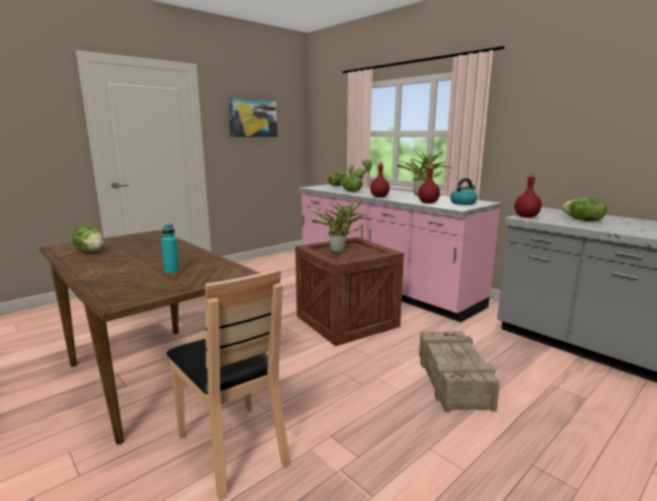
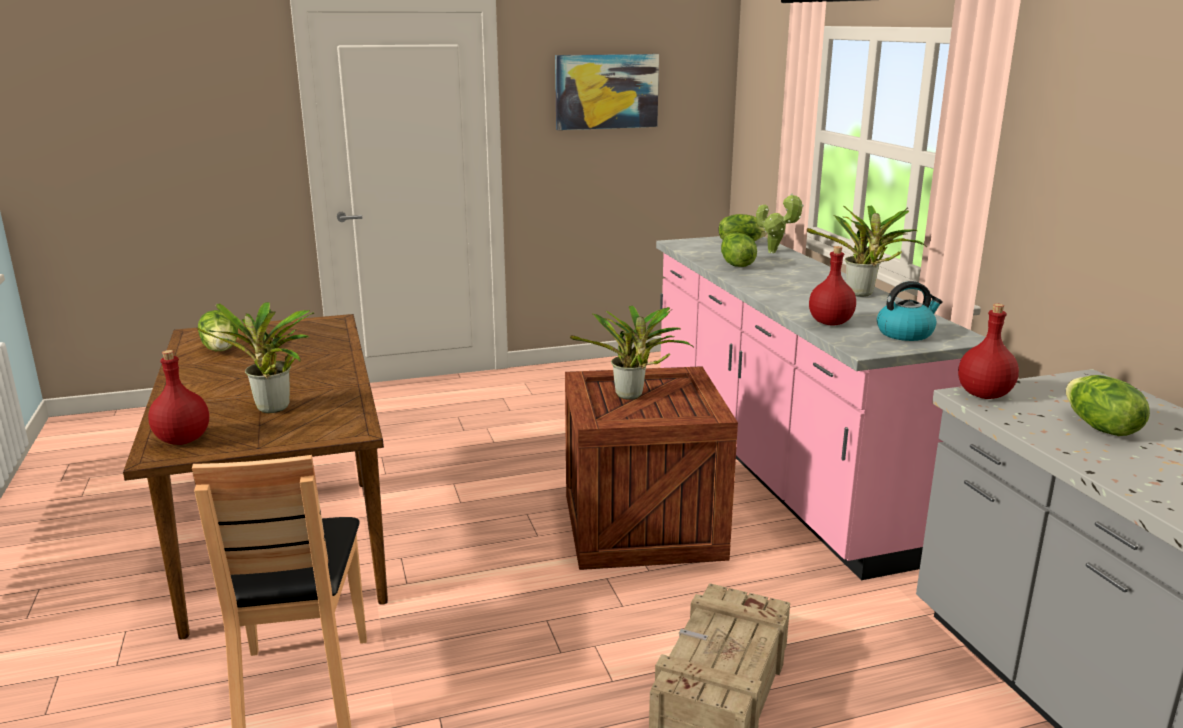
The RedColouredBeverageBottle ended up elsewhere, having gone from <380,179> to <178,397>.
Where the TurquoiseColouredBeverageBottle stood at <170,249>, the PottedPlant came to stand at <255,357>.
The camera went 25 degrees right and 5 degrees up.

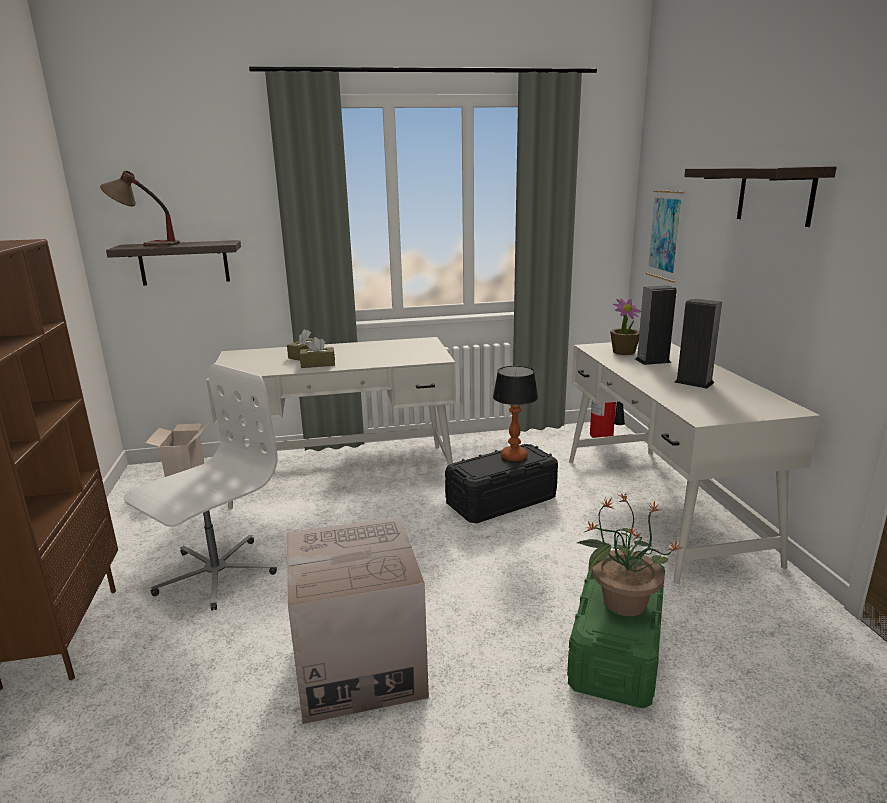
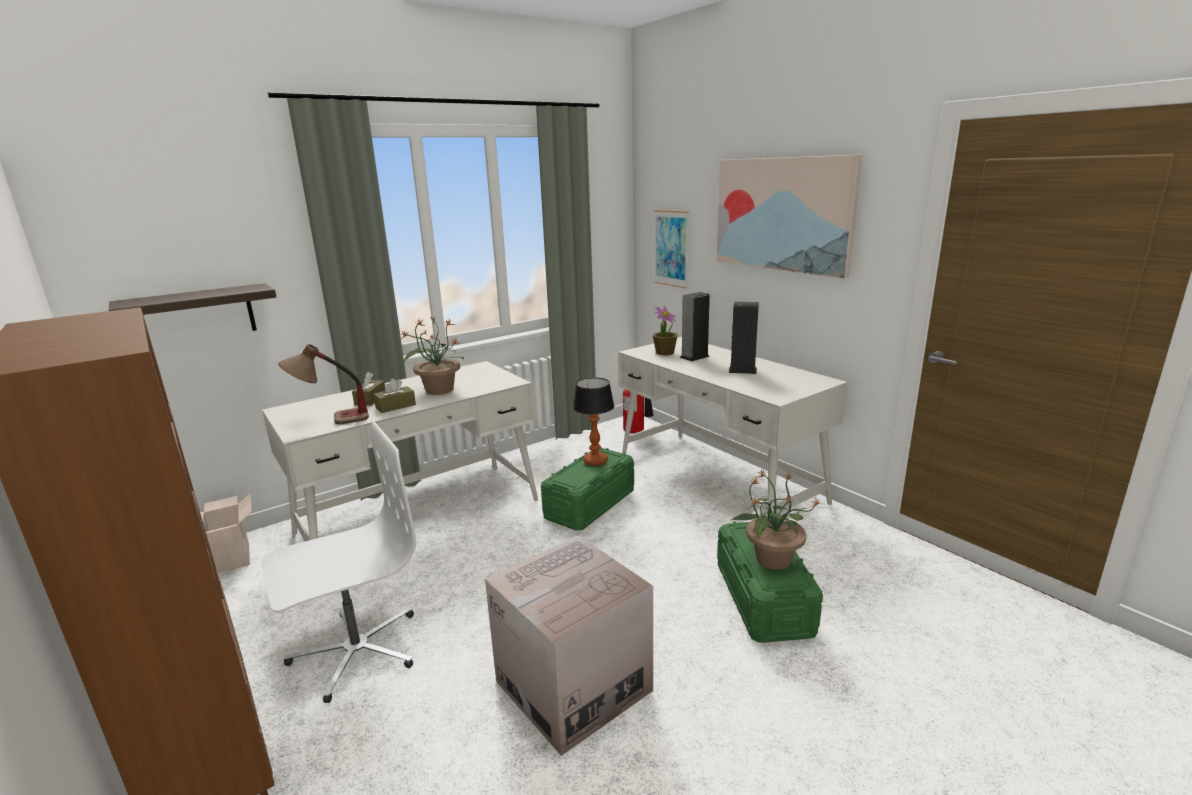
Where the BracketShelf hung at <760,197>, the Picture came to hang at <789,216>.
The TabletopLamp ended up elsewhere, having gone from <140,208> to <323,384>.
The WhiteColouredComputerChair at <201,487> ended up facing another way, 45 degrees clockwise from before.
What was the BlackStorageBox at <501,483> turned into the GreenColouredStorageBox at <587,489>.
The second view gained the PottedPlant at <432,355>.
The camera went 25 degrees left and 0 degrees up.

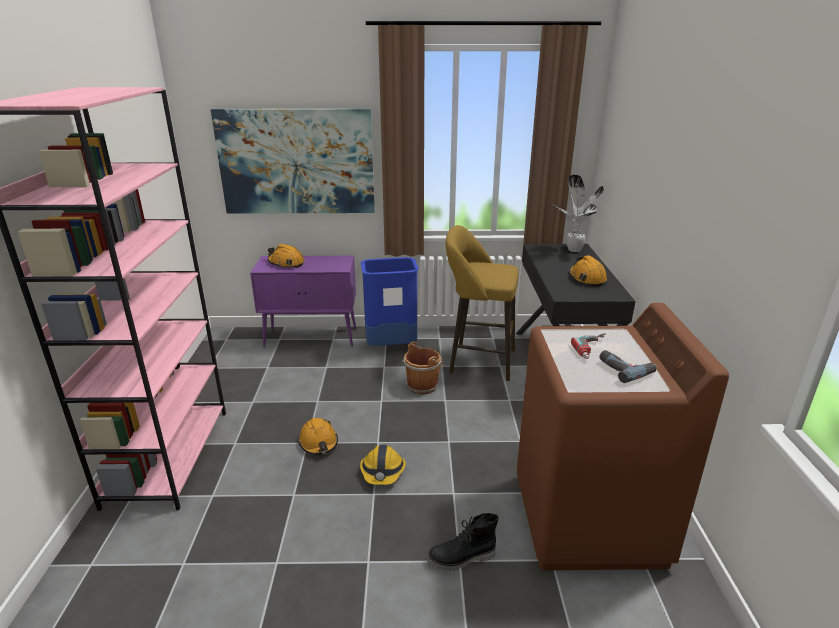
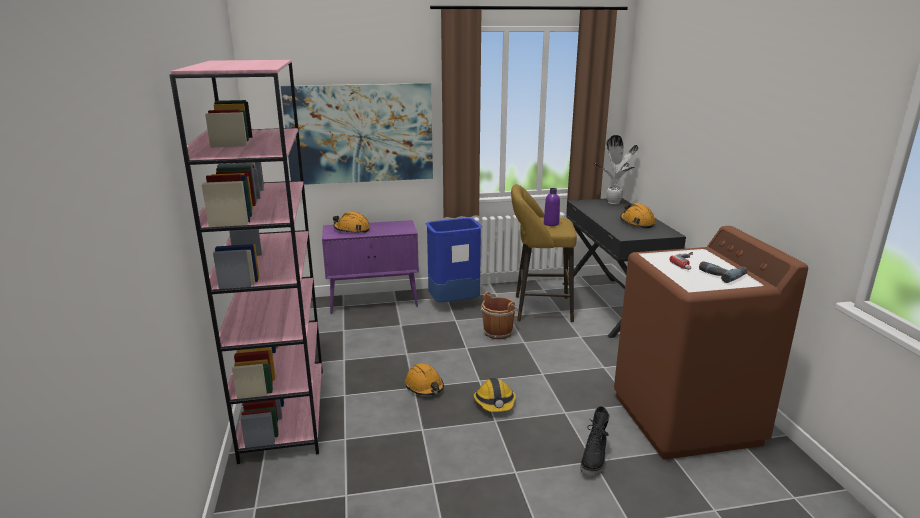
The BlackTallBoot at <463,542> ended up facing another way, 45 degrees counterclockwise from before.
The second view gained the PurpleColouredBeverageBottle at <552,207>.
The camera went 10 degrees left and 5 degrees down.

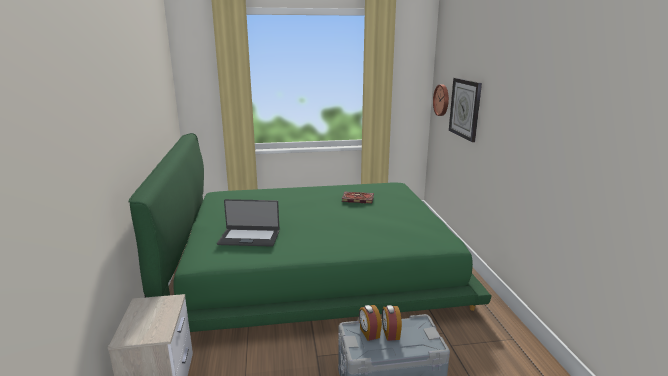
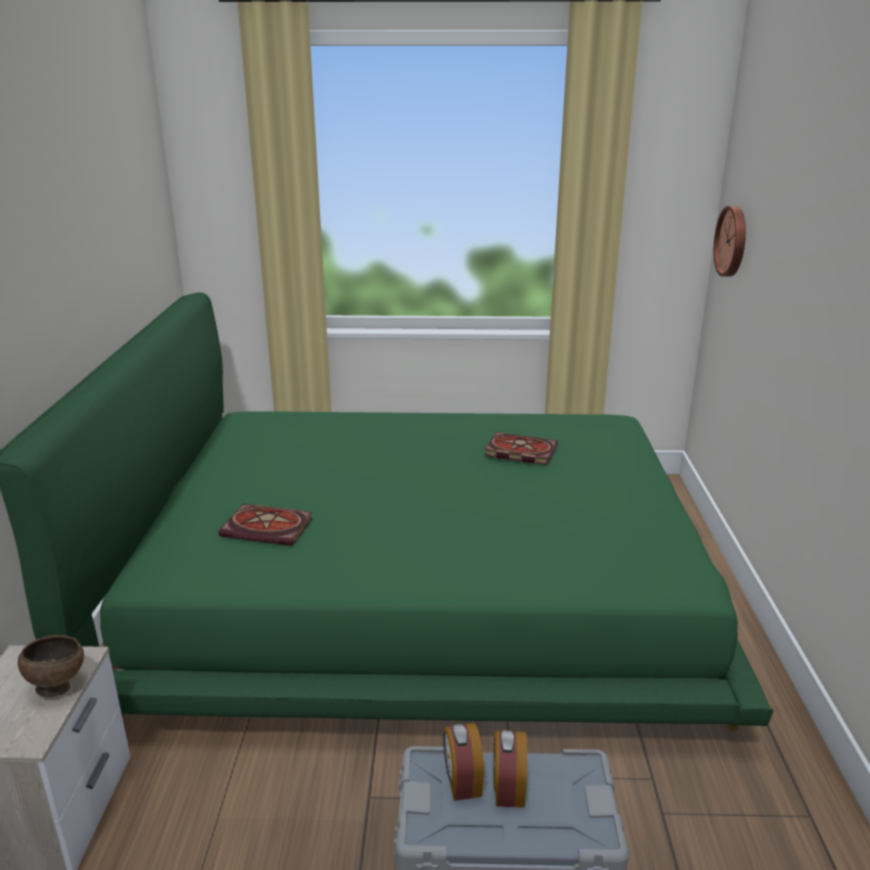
The second view lost the WallClock at <465,110>.
Where the Laptop stood at <248,223>, the Book came to stand at <265,525>.
The second view gained the BrownBowl at <51,666>.
The camera went 10 degrees right and 5 degrees up.

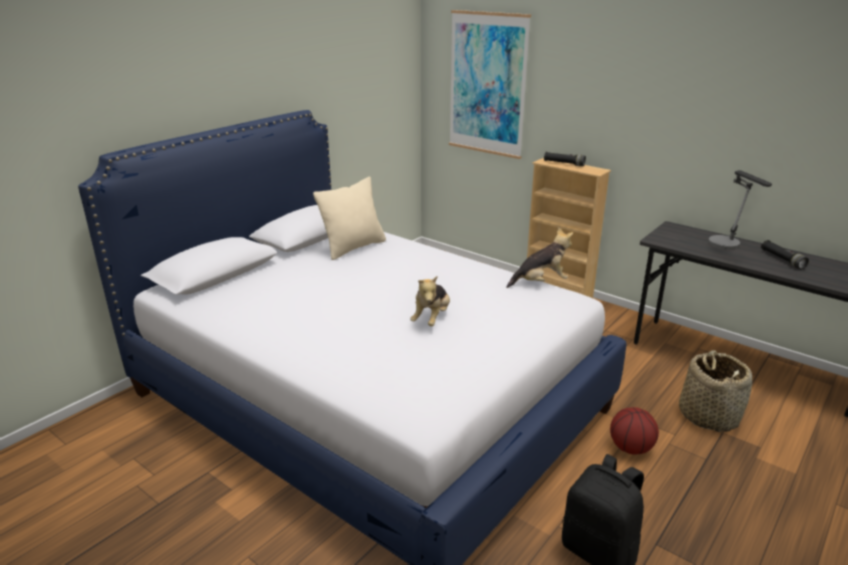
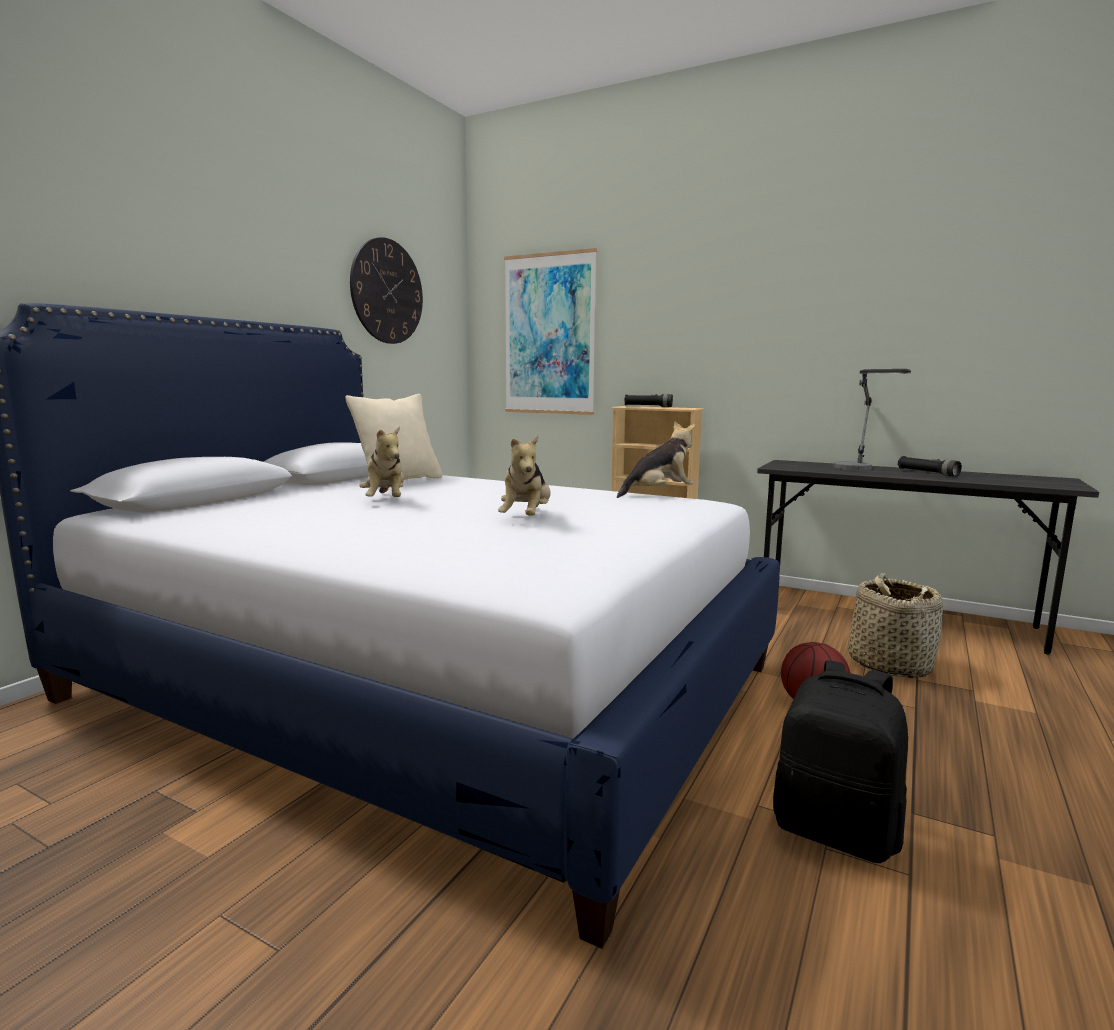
The second view gained the WallClock at <386,290>.
The second view gained the PlushToy at <381,461>.
The camera went 10 degrees left and 15 degrees down.

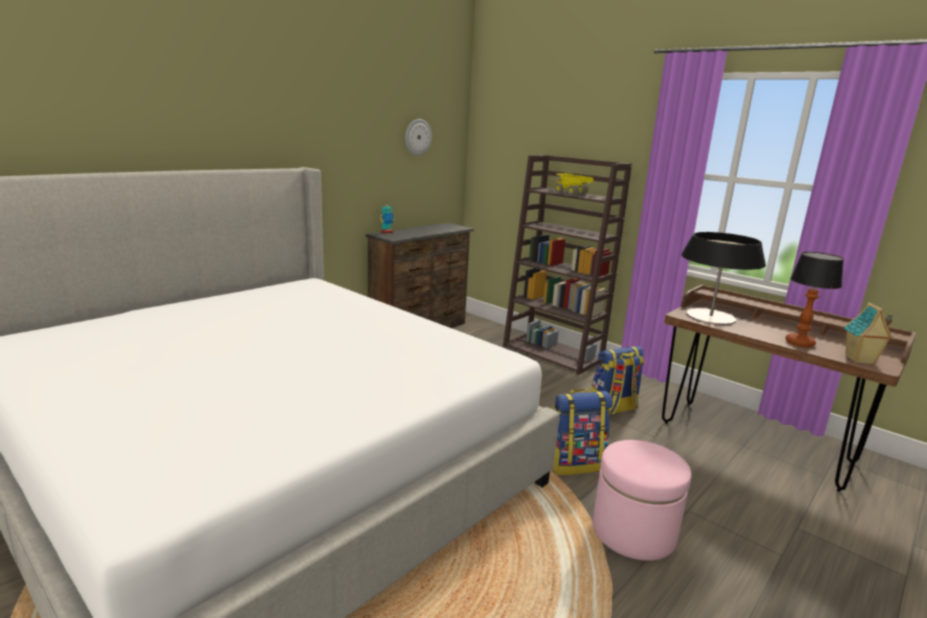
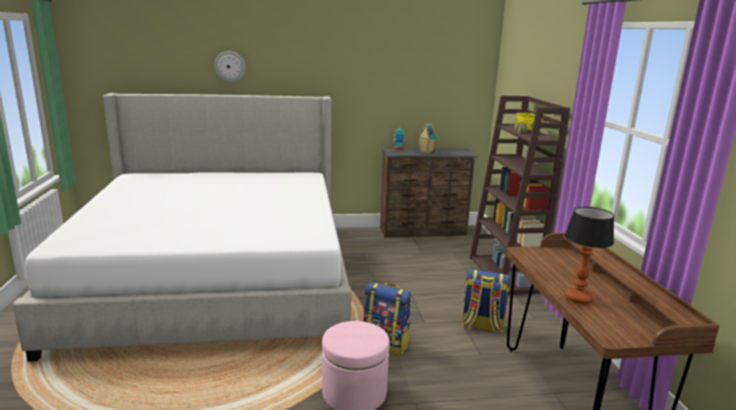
The WallClock ended up elsewhere, having gone from <418,137> to <230,66>.
The second view lost the TabletopLamp at <723,278>.
The MiniatureHouse ended up elsewhere, having gone from <869,334> to <427,138>.
The camera went 40 degrees right and 0 degrees up.

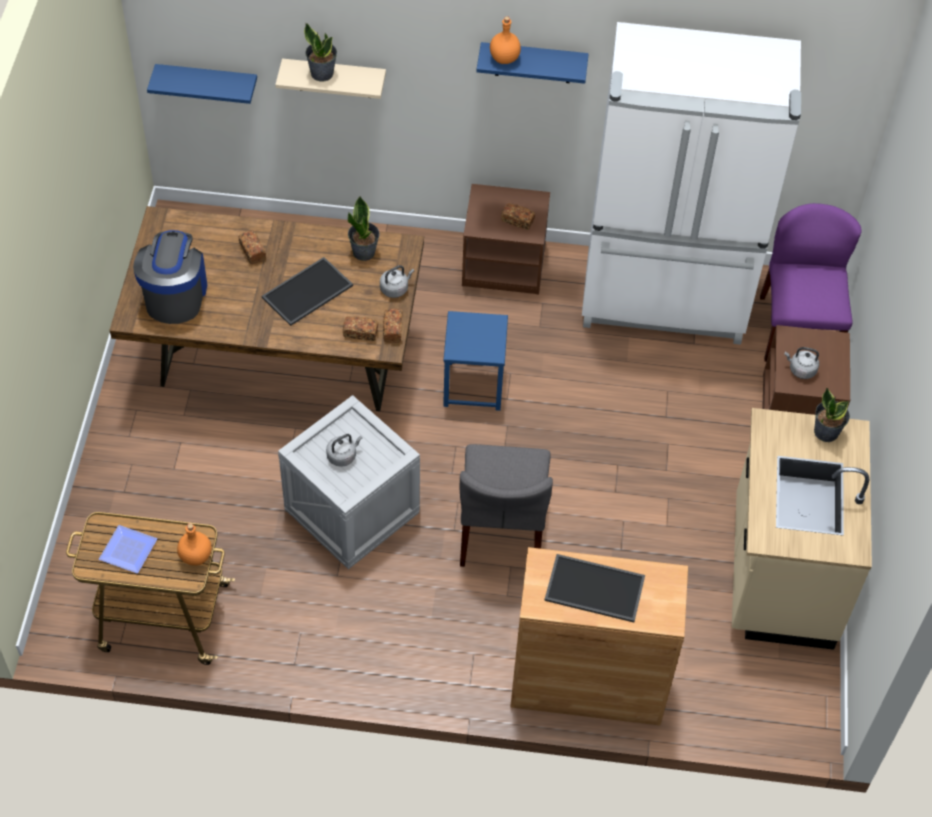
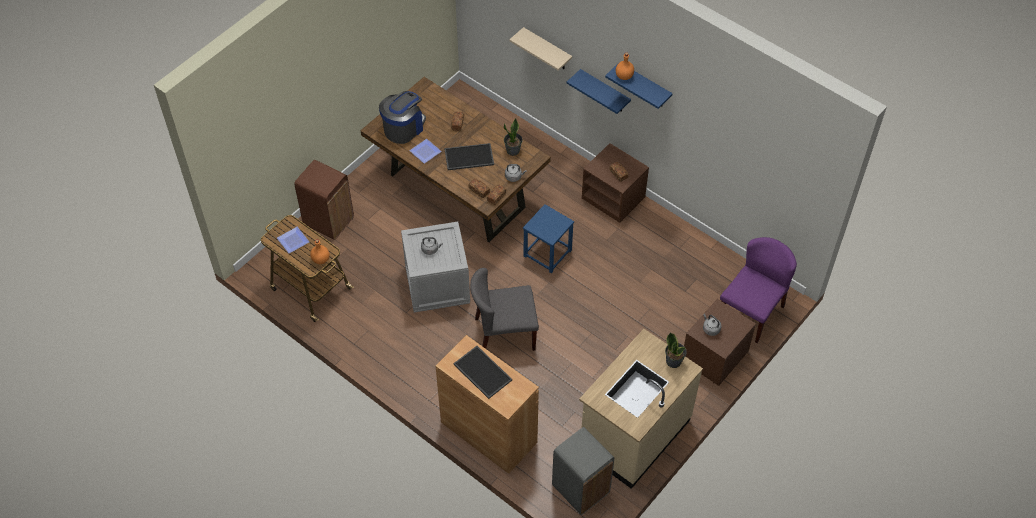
The second view lost the WhiteColouredFridge at <691,183>.
The second view lost the PottedPlant at <320,52>.
The BlueColouredBracketShelf ended up elsewhere, having gone from <202,84> to <599,91>.
The GreyishChair at <506,505> ended up facing another way, 45 degrees clockwise from before.
The second view gained the FlatDish at <425,151>.
The second view gained the BrownTrashCan at <324,200>.
The second view gained the GreyishTrashCan at <583,471>.
The camera went 35 degrees right and 0 degrees up.

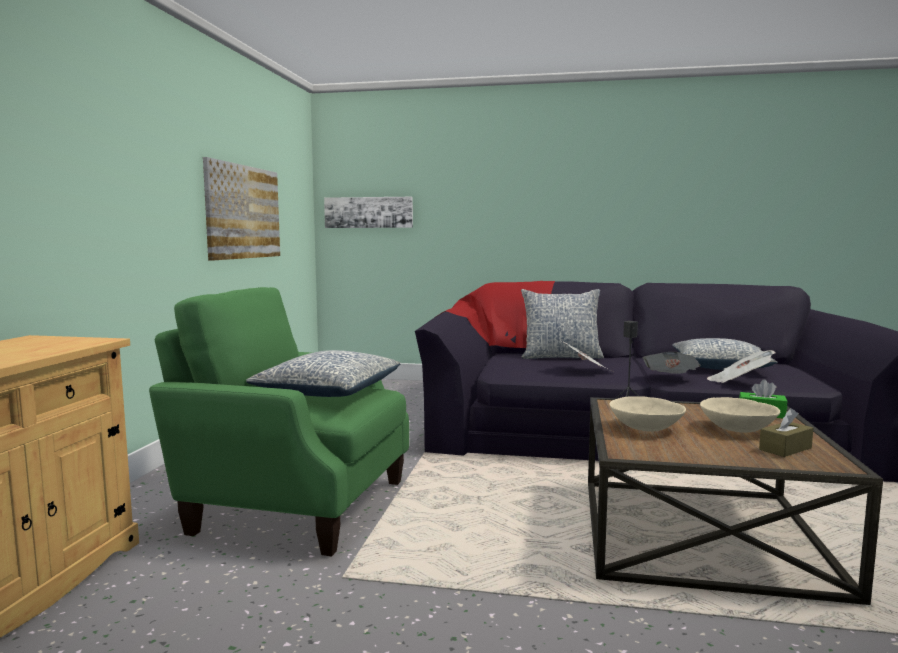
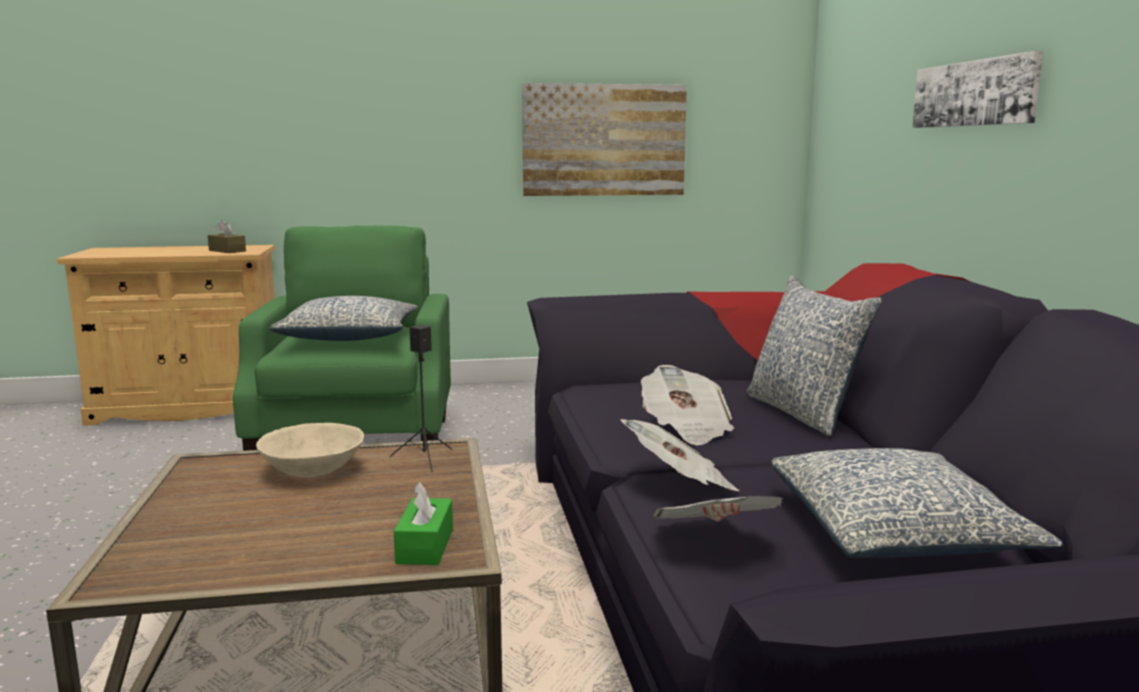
The Picture ended up elsewhere, having gone from <368,212> to <977,89>.
The second view lost the BeigeBowl at <740,415>.
The BrownTissueBox ended up elsewhere, having gone from <786,432> to <227,236>.
The camera went 70 degrees right and 5 degrees up.

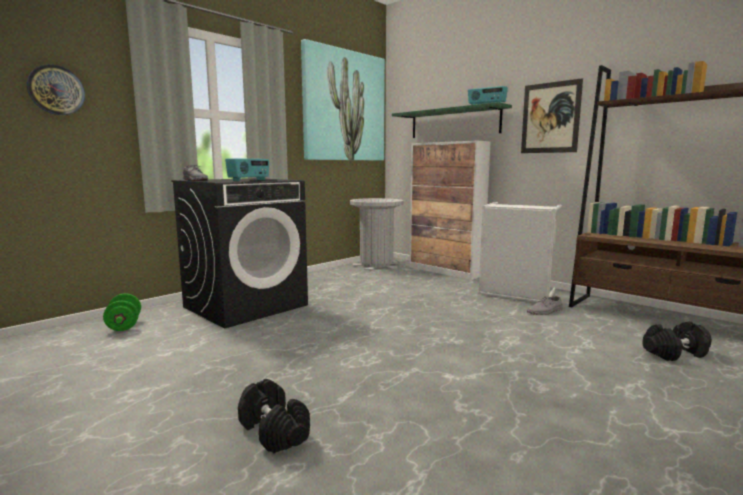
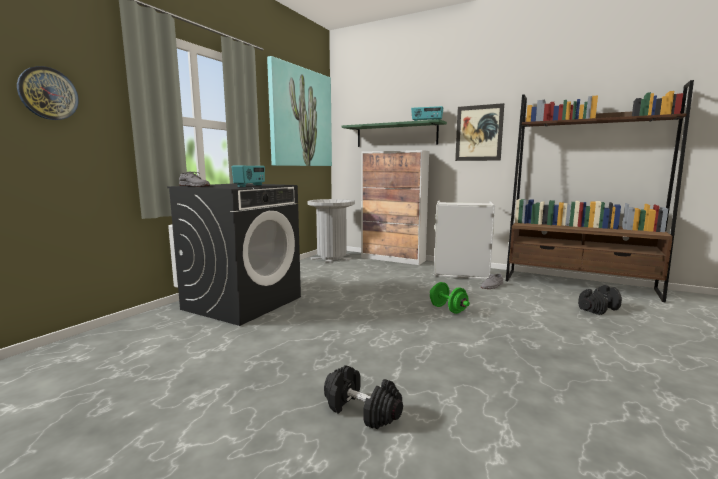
The GreenColouredFreeWeight ended up elsewhere, having gone from <122,312> to <450,298>.
The camera went 15 degrees left and 0 degrees up.

